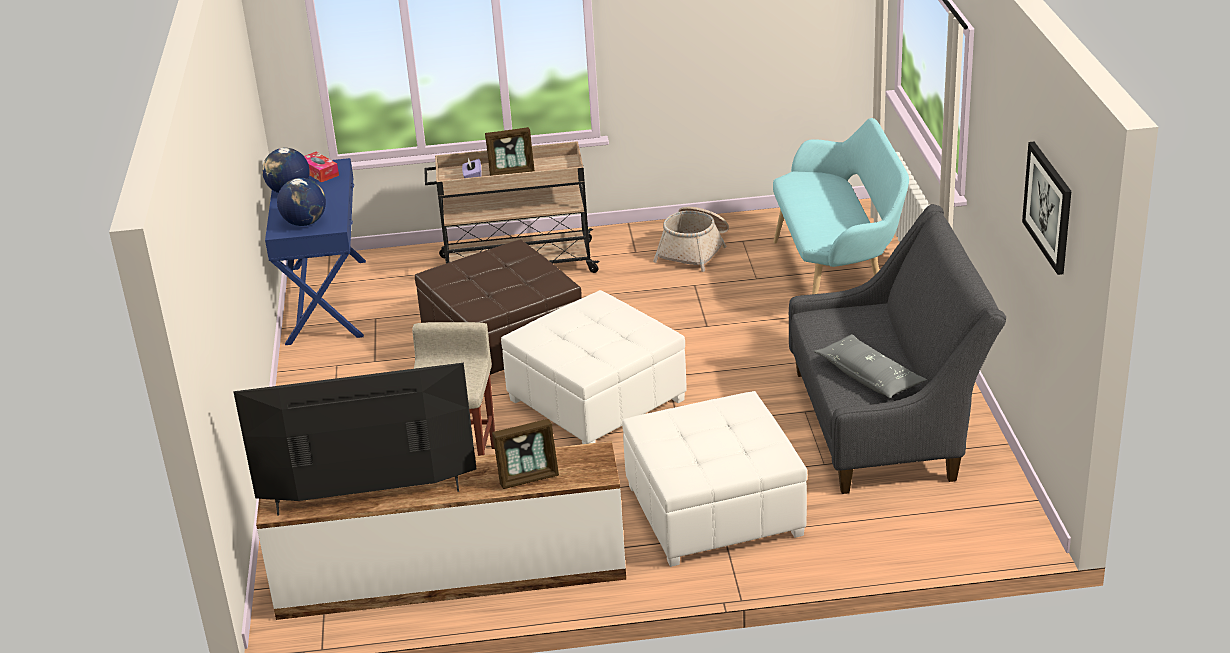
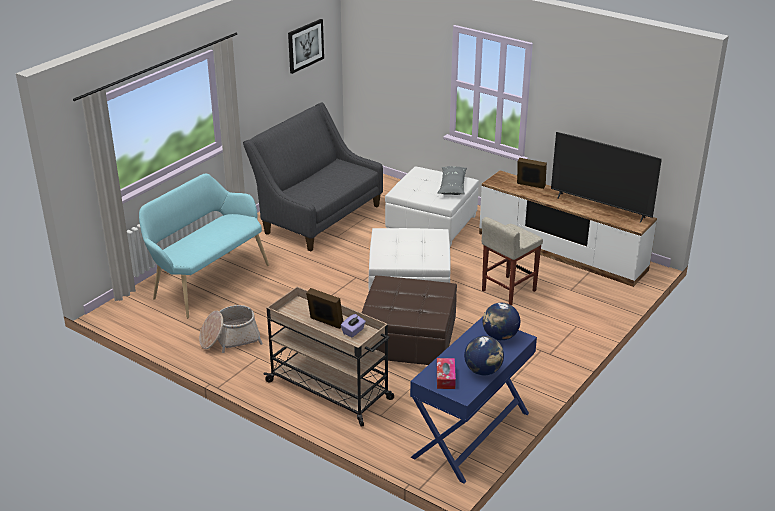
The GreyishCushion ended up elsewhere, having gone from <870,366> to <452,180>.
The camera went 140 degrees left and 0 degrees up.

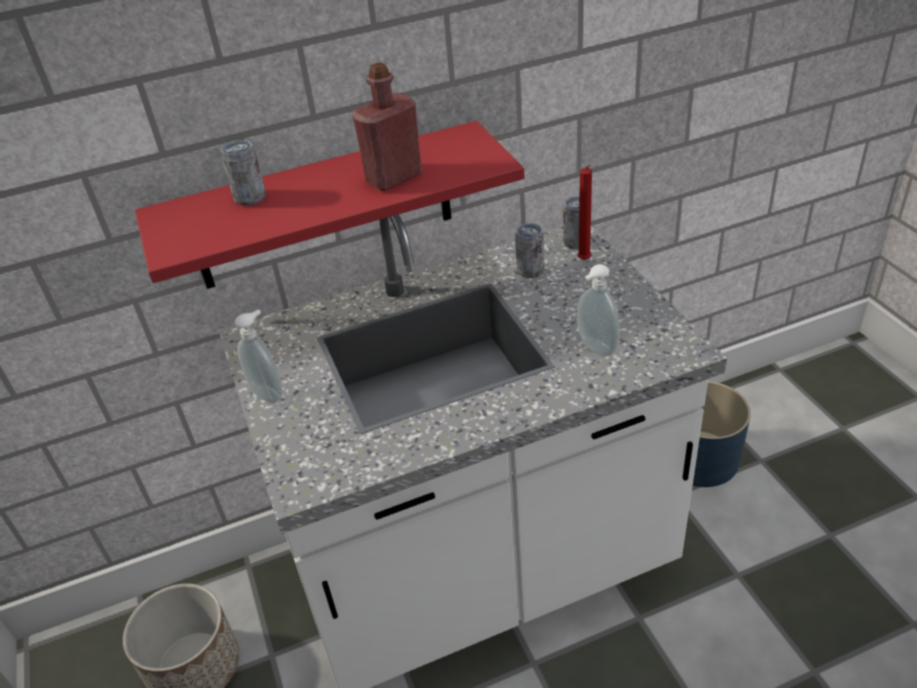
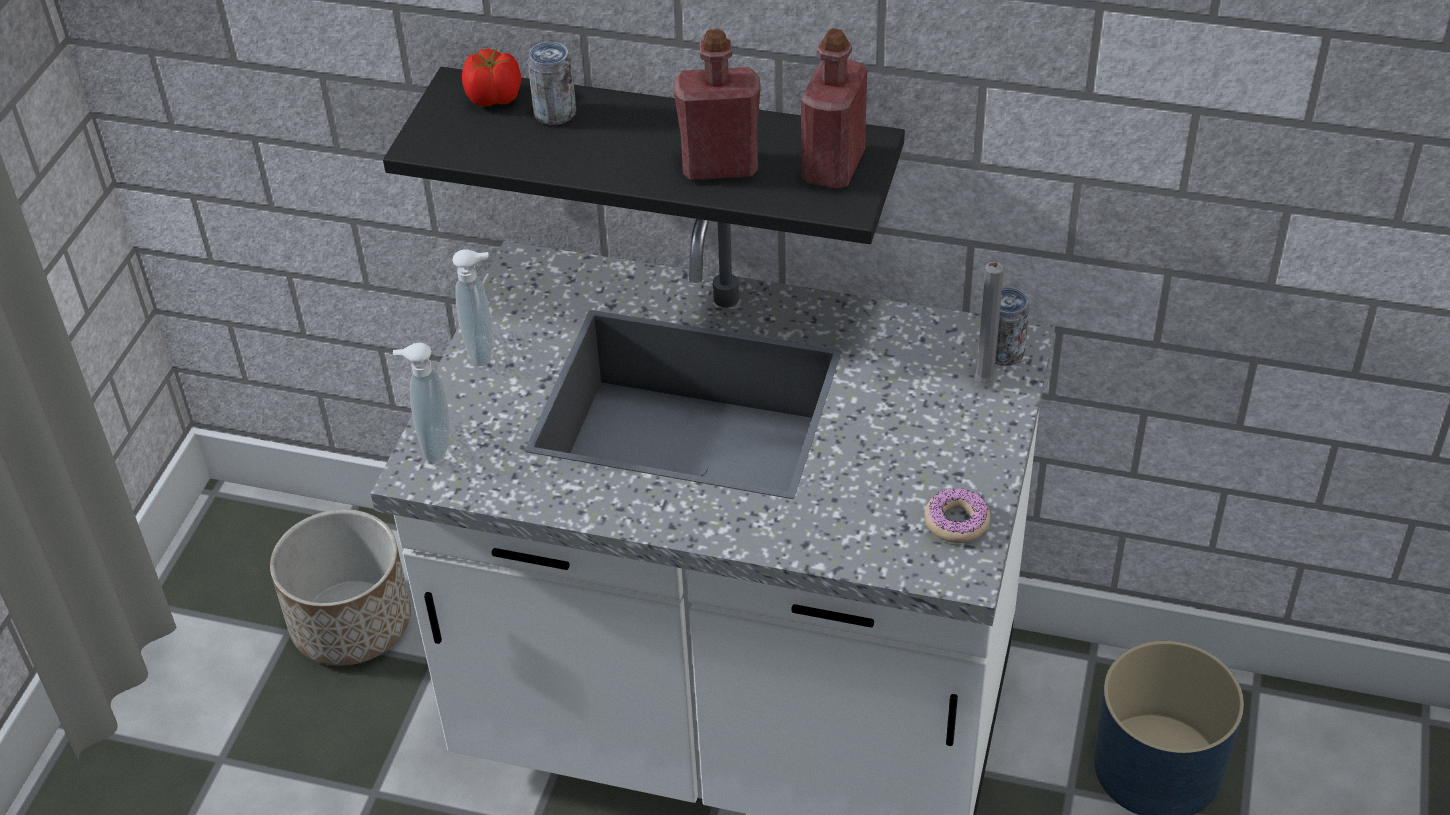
What was the RedColouredBracketShelf at <330,205> turned into the BlackBracketShelf at <644,155>.
What was the RedColouredCandle at <585,212> turned into the GreyishCandle at <989,323>.
The second view lost the SealedCan at <529,250>.
The LiquidSoapBottle ended up elsewhere, having gone from <598,310> to <421,402>.
The second view gained the RedColouredBeverageBottle at <834,108>.
The second view gained the FreshTomato at <491,77>.
The second view gained the Doughnut at <957,515>.
The camera went 35 degrees right and 5 degrees up.

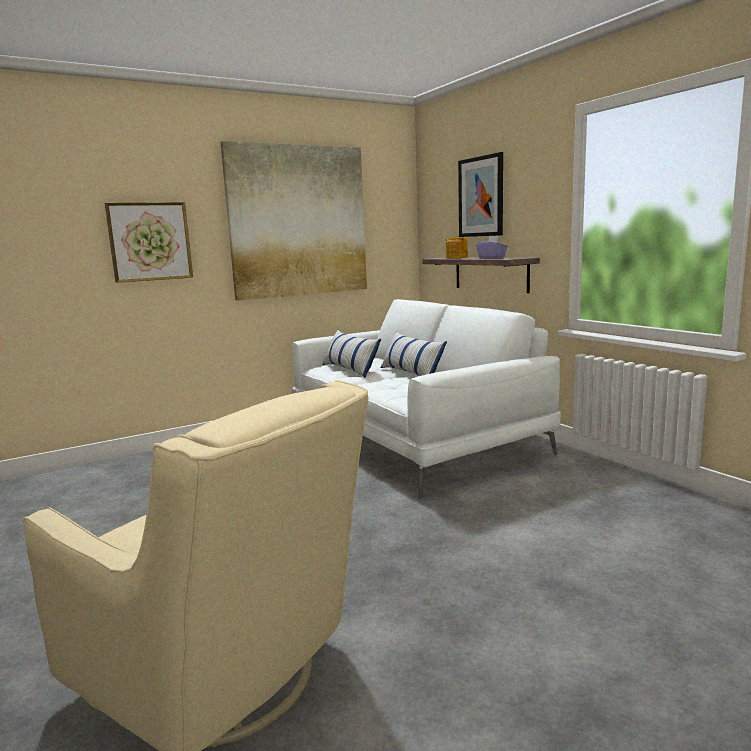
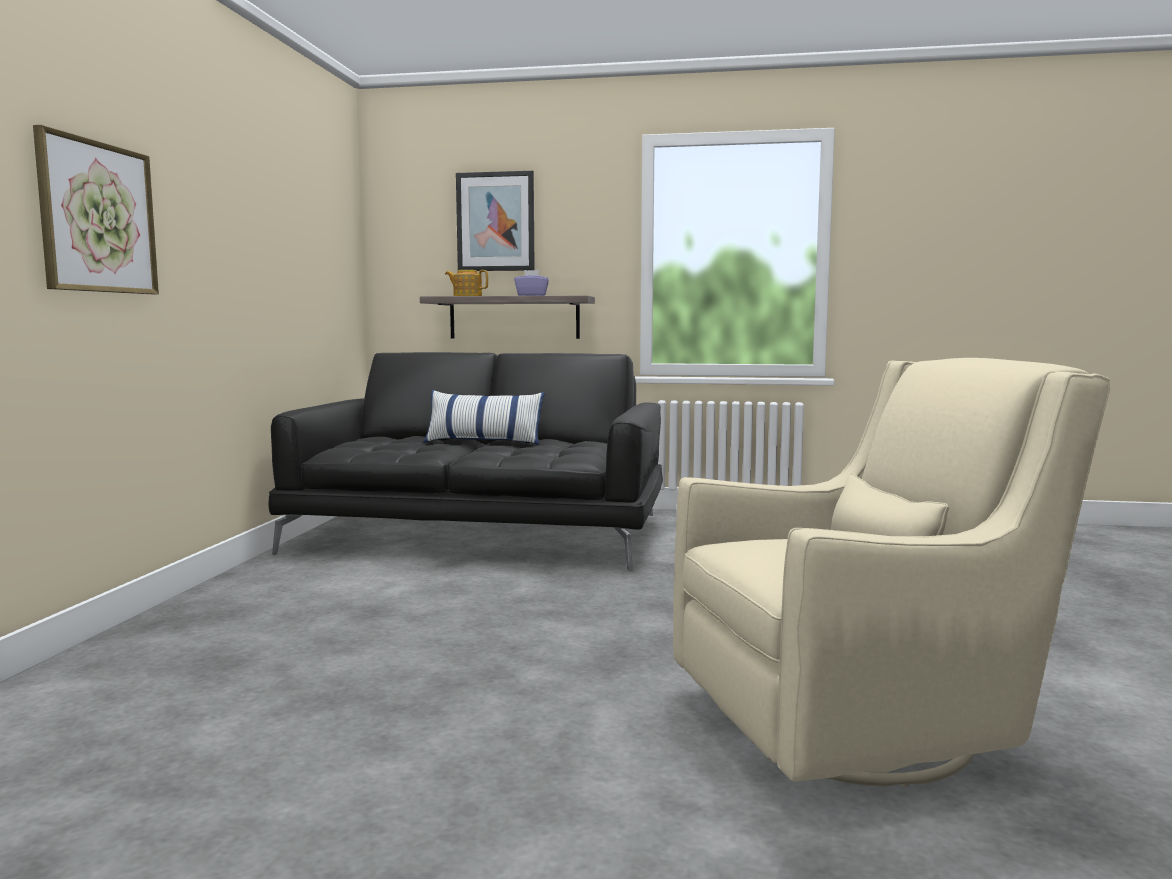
The second view lost the Picture at <293,221>.
What was the WhiteColouredSettee at <426,398> turned into the BlackSettee at <466,461>.
The second view lost the Cushion at <352,354>.
The camera went 50 degrees left and 5 degrees down.

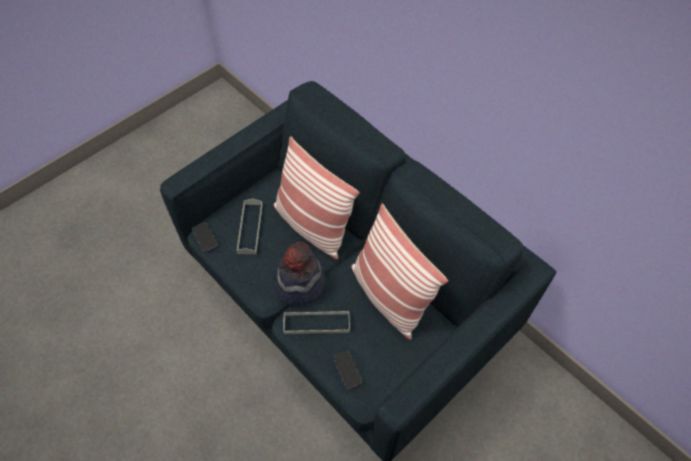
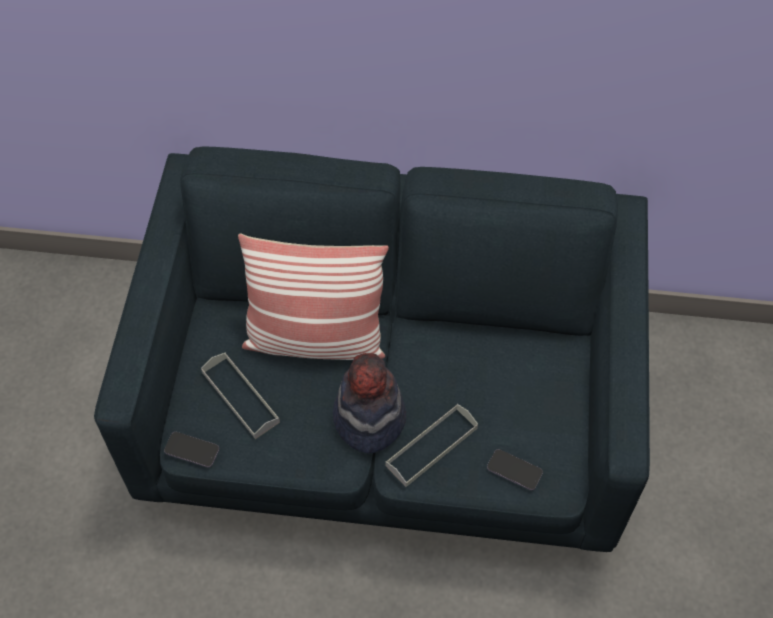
The second view lost the Cushion at <399,272>.
The camera went 40 degrees left and 0 degrees up.

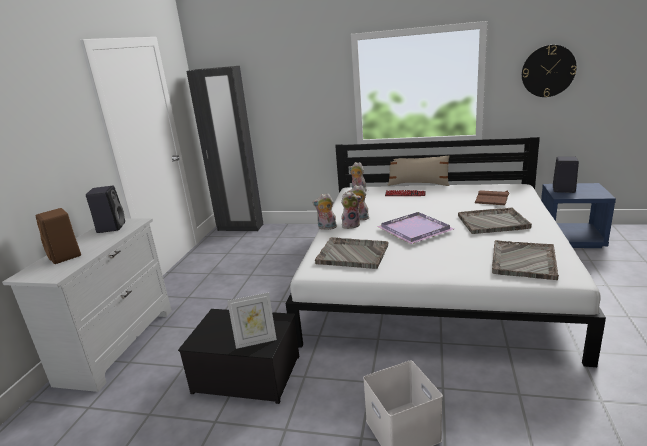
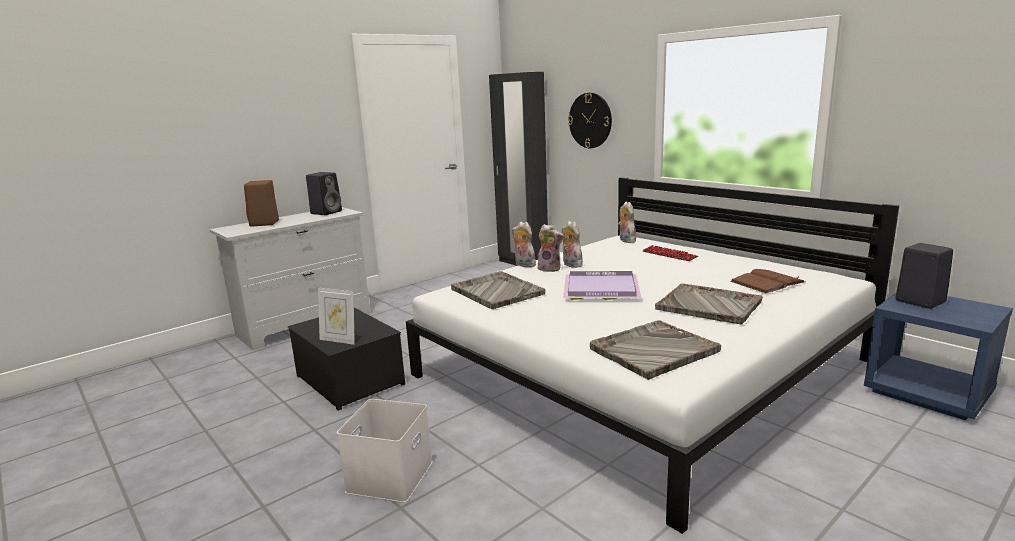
The WallClock ended up elsewhere, having gone from <549,71> to <590,120>.
The second view lost the BeigeCushion at <419,170>.
The camera went 35 degrees right and 5 degrees down.

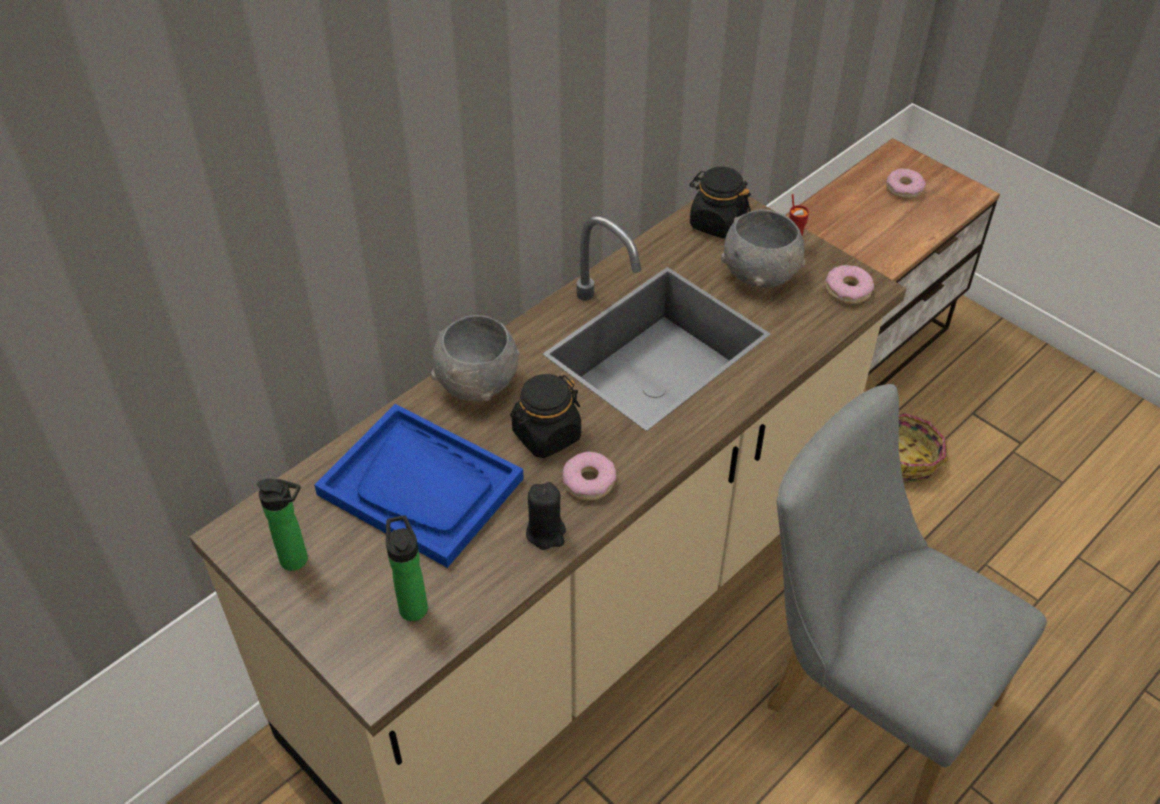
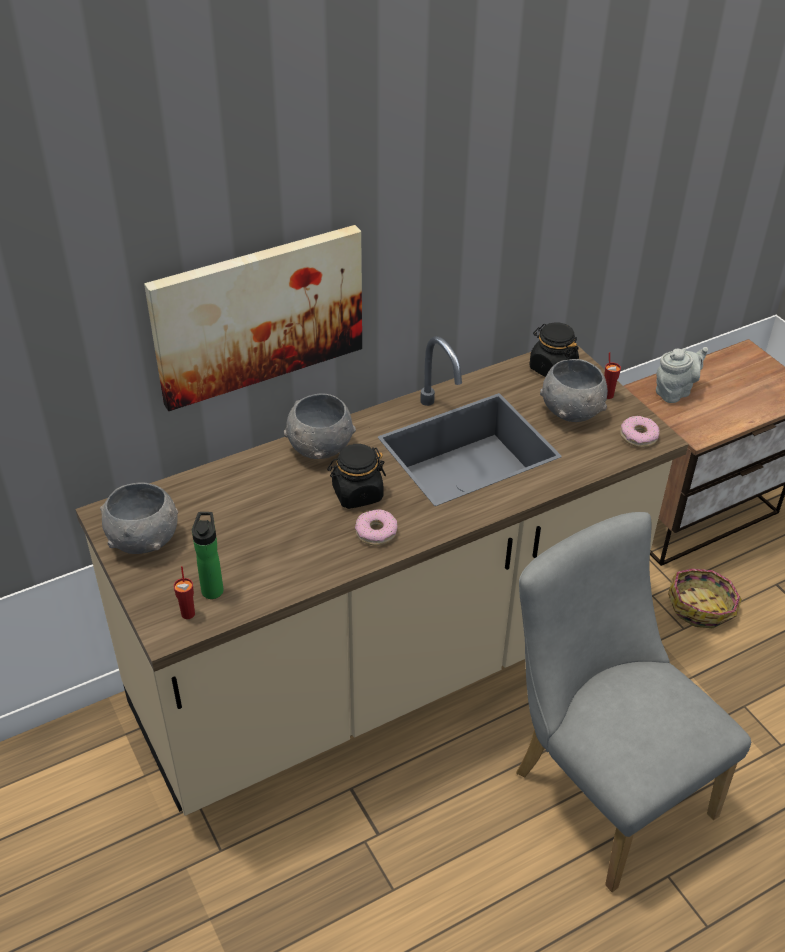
The second view lost the Doughnut at <906,183>.
The second view lost the BlueColouredCarryingTray at <419,486>.
Where the BeverageBottle stood at <282,524>, the GreyishBowl came to stand at <139,518>.
The second view lost the BlackCandle at <546,516>.
The second view gained the Picture at <253,318>.
The second view gained the GreyishTeaPot at <682,375>.
The second view gained the RedColouredSmallCup at <184,592>.
The camera went 15 degrees right and 5 degrees down.

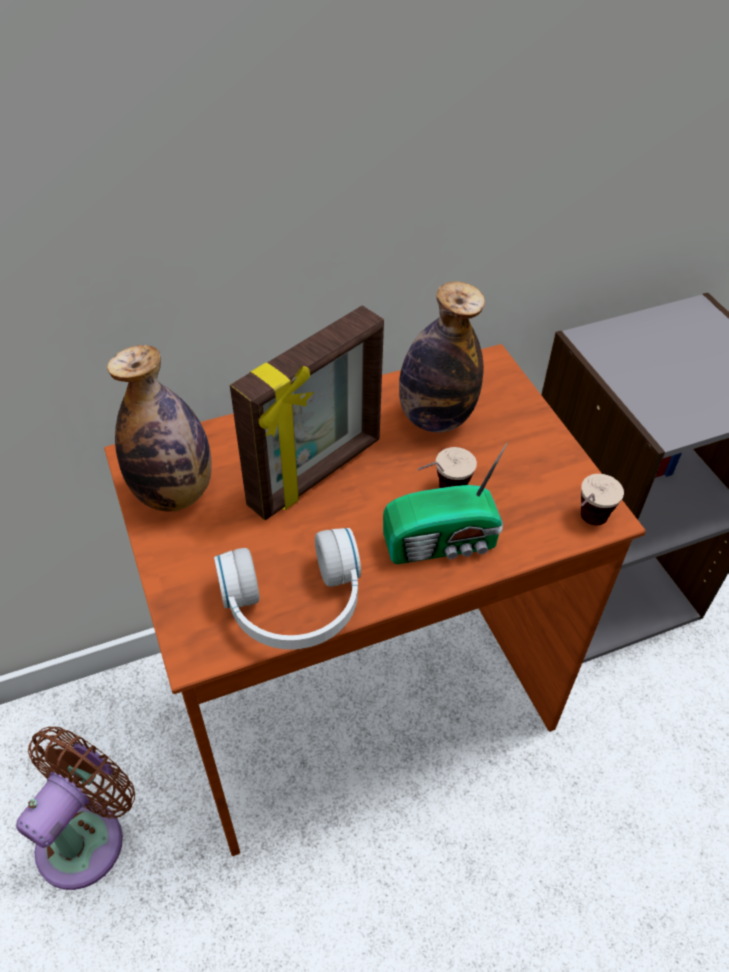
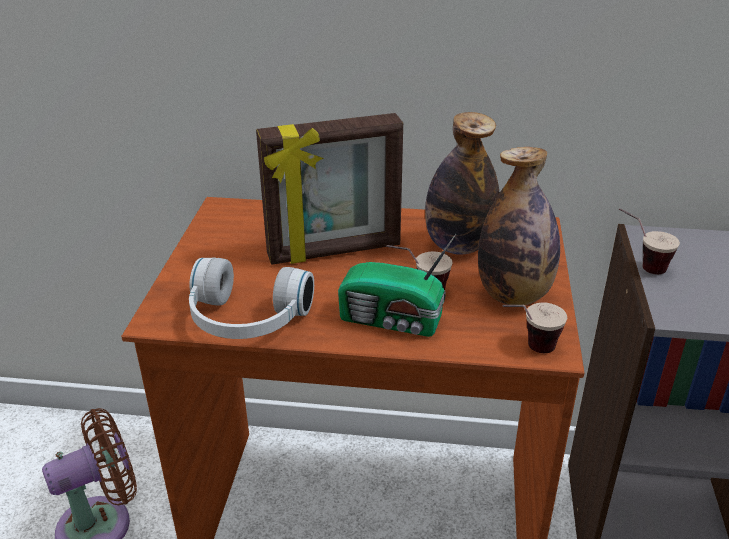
The BeverageBottle ended up elsewhere, having gone from <159,428> to <519,226>.
The second view gained the SmallCup at <649,241>.
The camera went 30 degrees right and 15 degrees down.

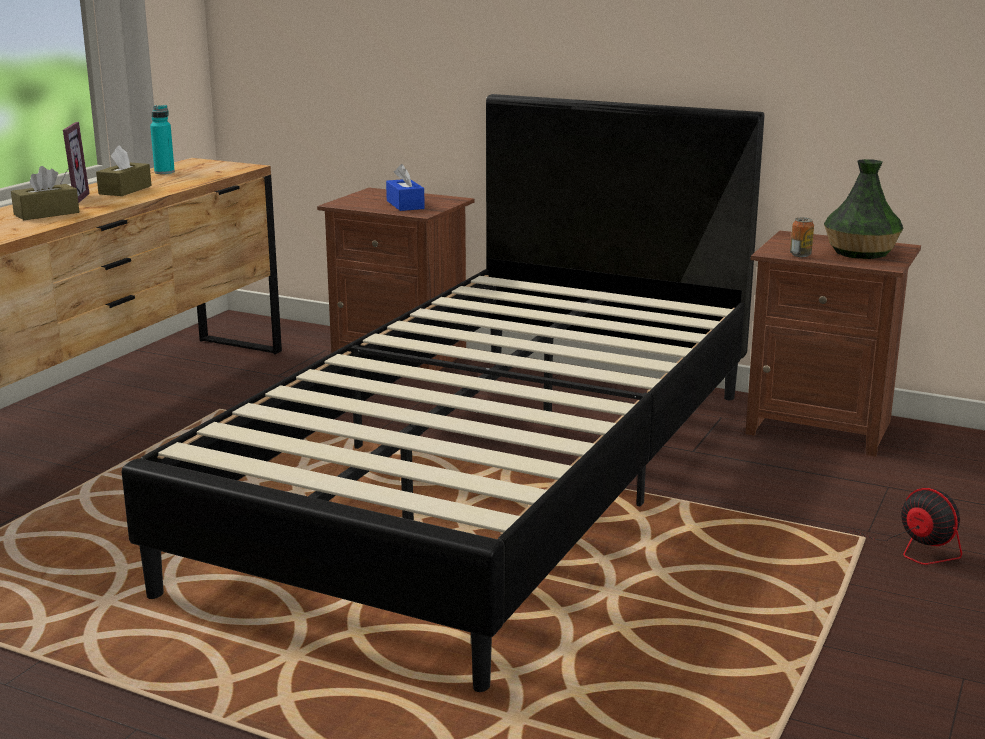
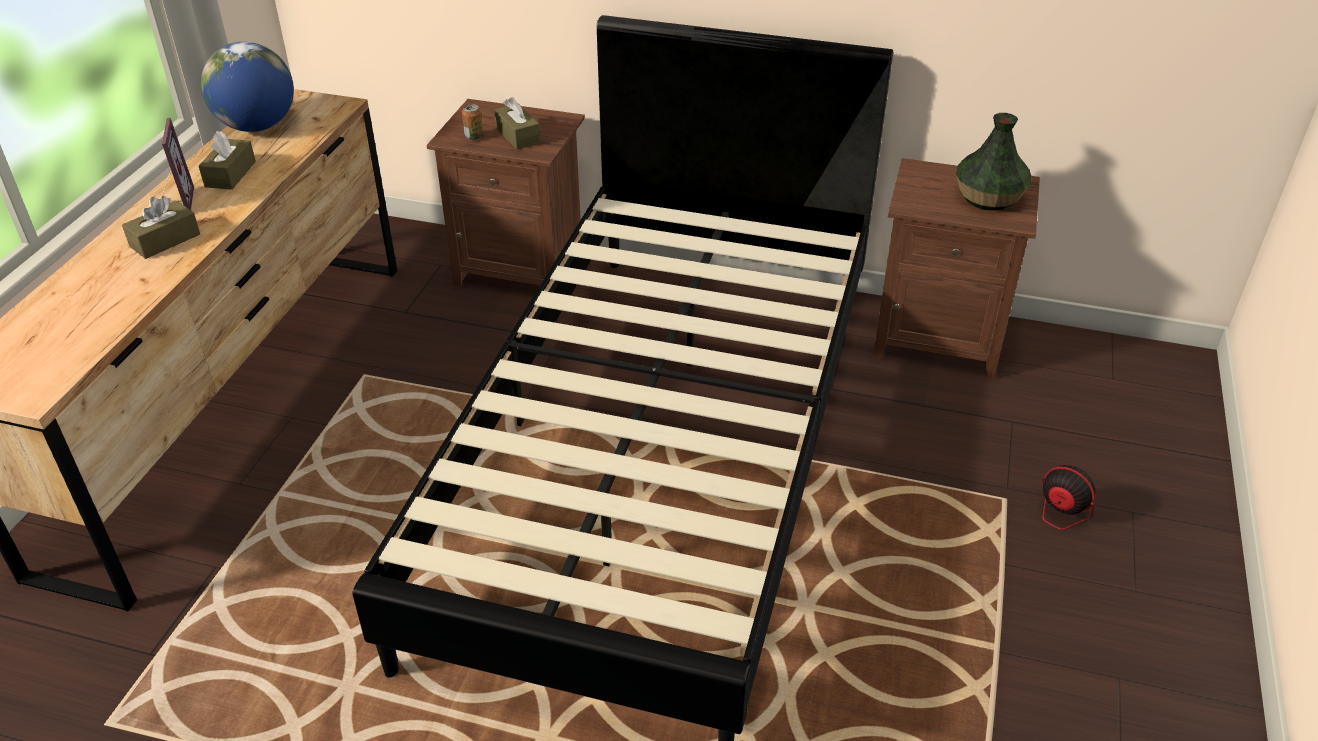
Where the TurquoiseColouredBeverageBottle stood at <162,139>, the Globe came to stand at <247,87>.
What was the BlueColouredTissueBox at <405,187> turned into the BrownTissueBox at <517,123>.
The SealedCan ended up elsewhere, having gone from <802,237> to <472,122>.
The camera went 10 degrees left and 20 degrees up.

